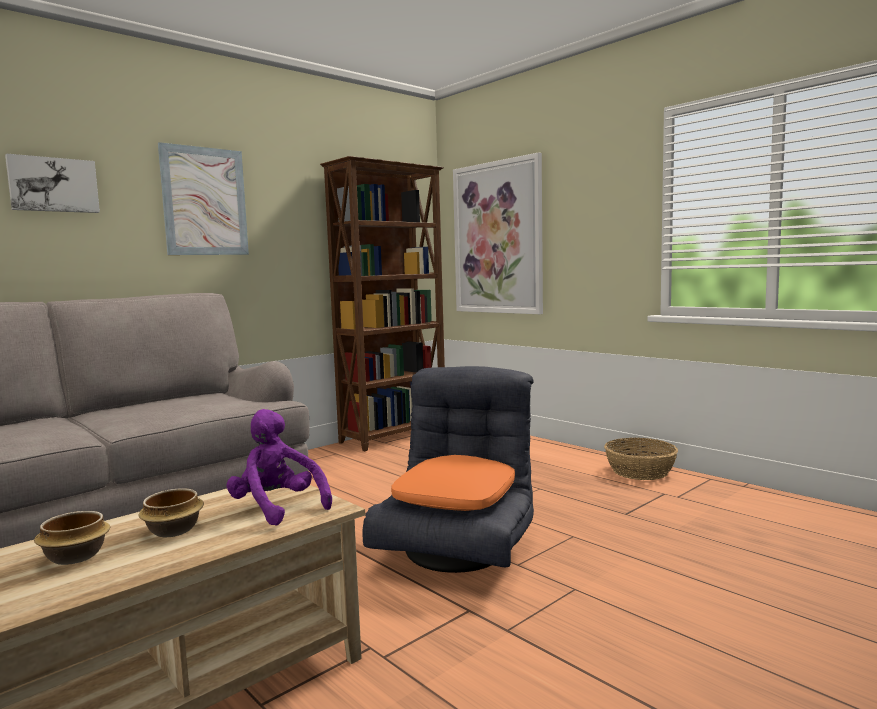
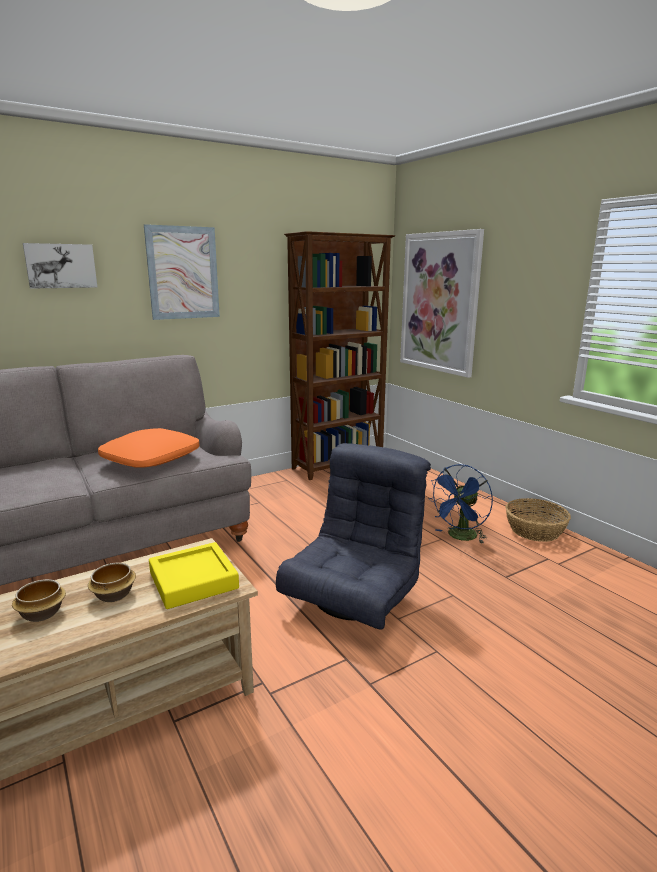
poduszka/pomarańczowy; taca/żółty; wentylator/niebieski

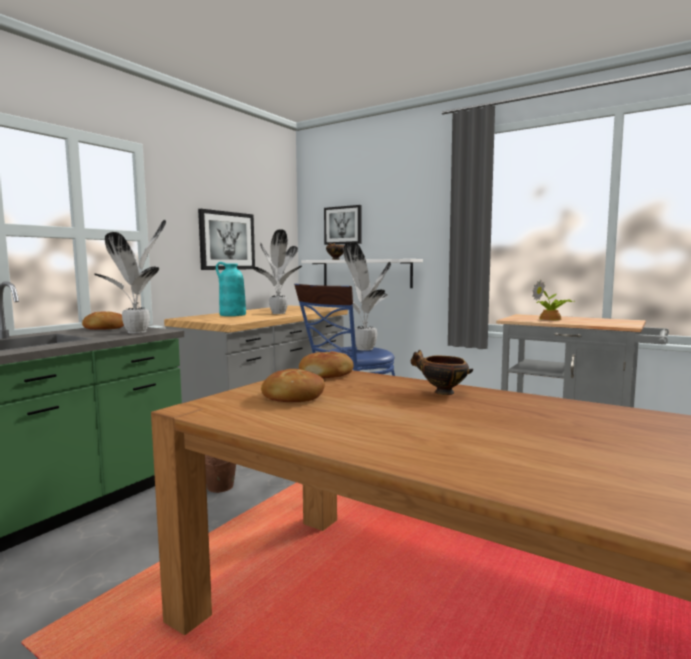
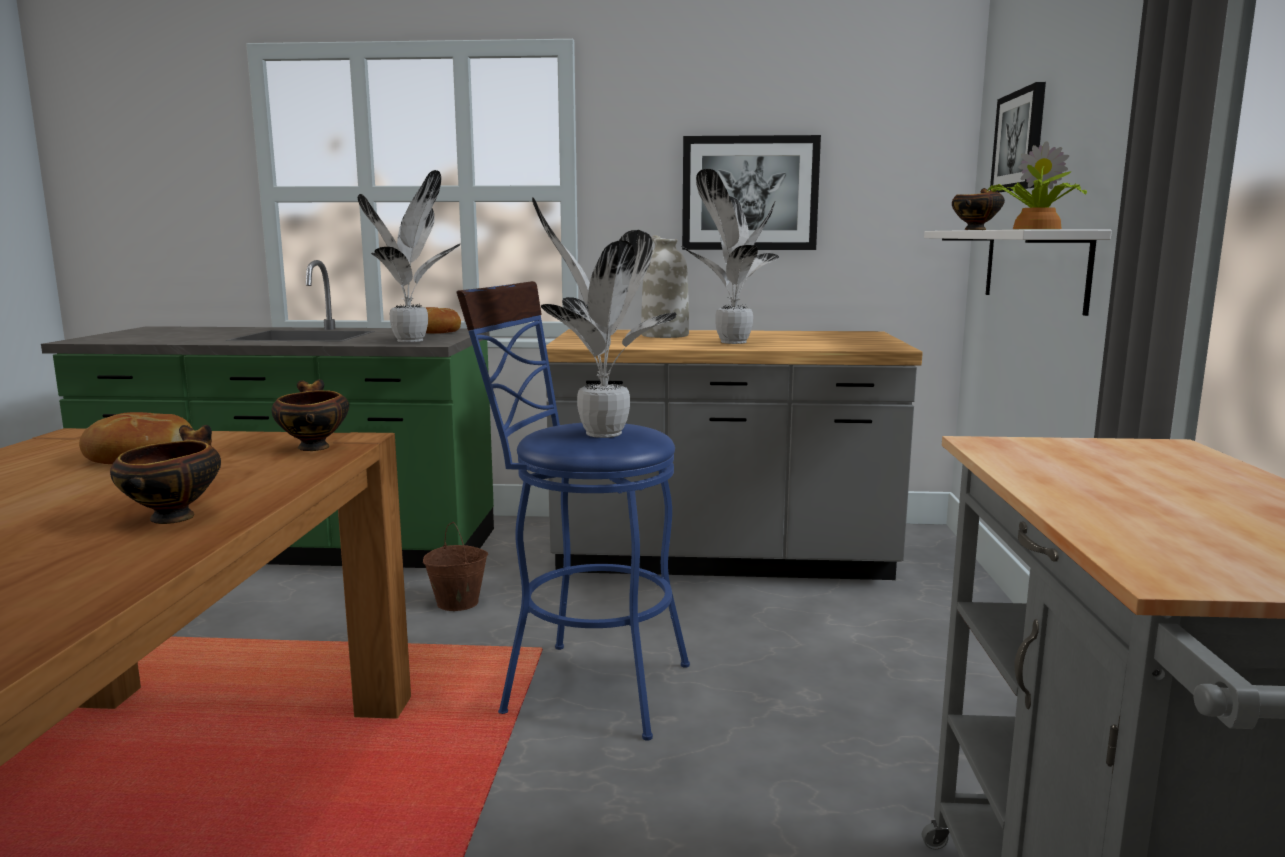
miska (2nd from left); wazon/biały; roślina doniczkowa (4th from left)

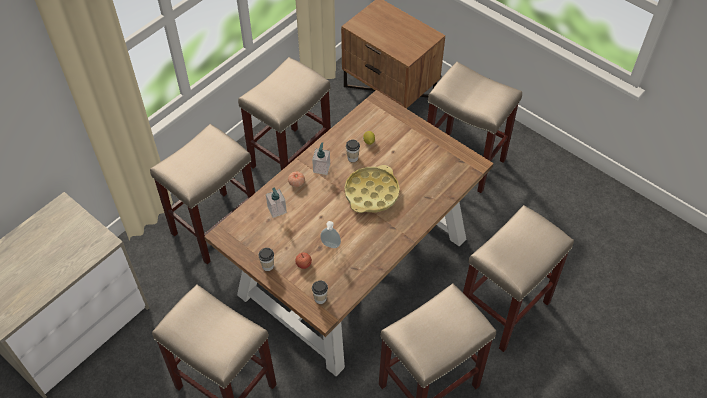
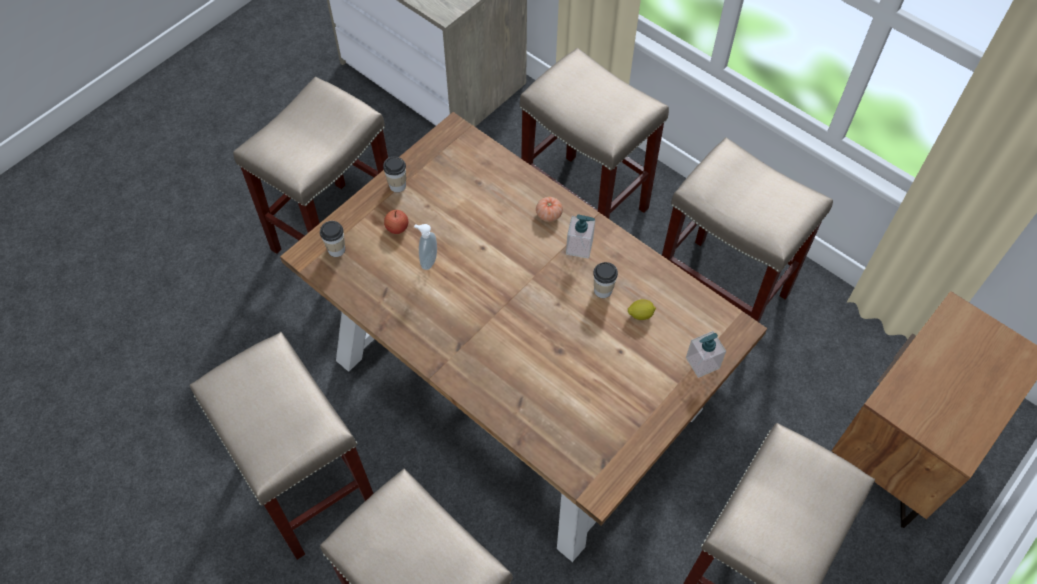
dozownik mydła (3rd from left); taca/żółty

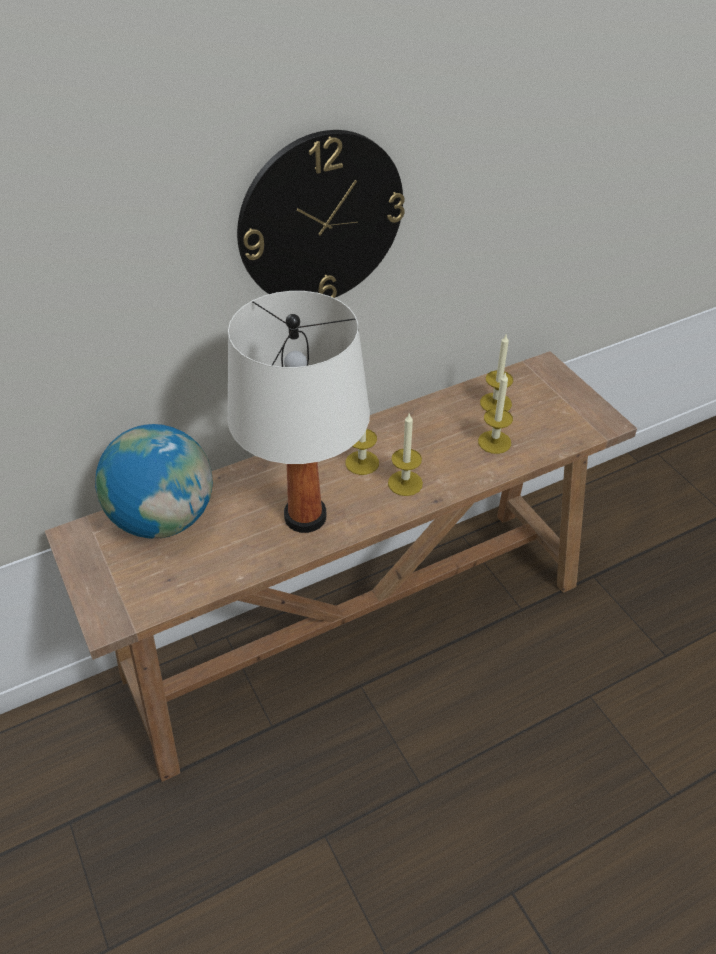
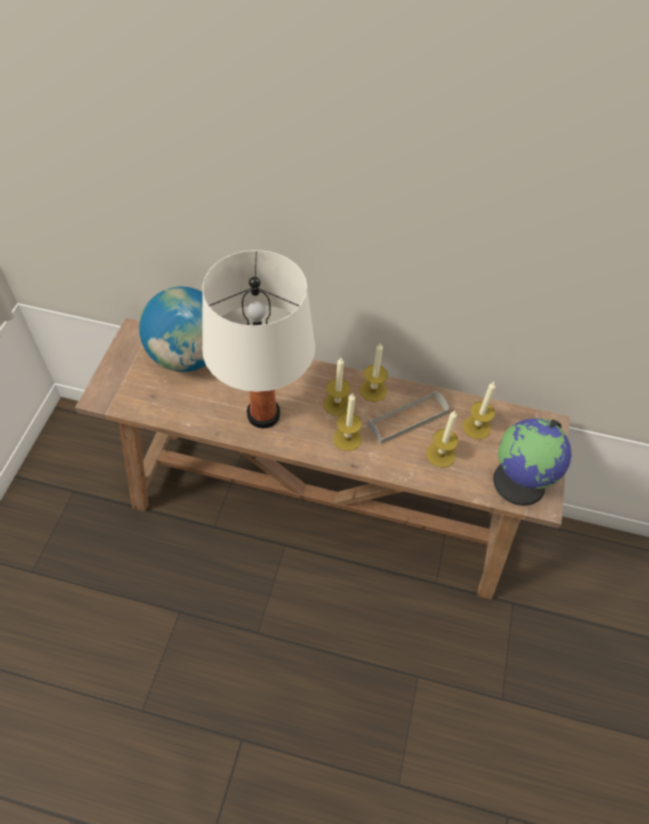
świeca (3rd from left); taca/szary; globus (2nd from left); zegar ścienny

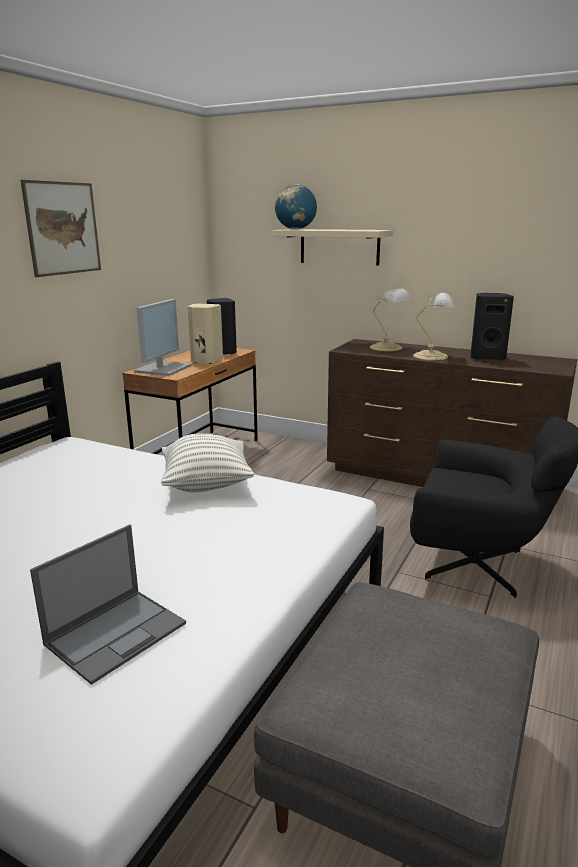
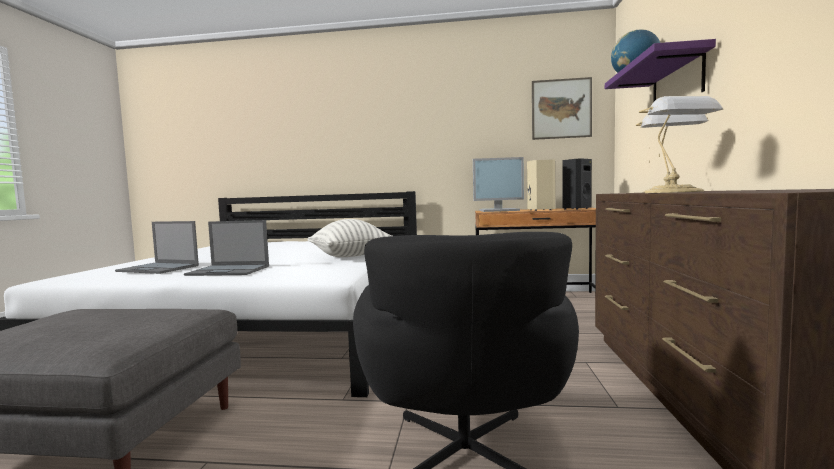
laptop (2nd from left); obraz; półka/fioletowy; głośnik/czarny (2nd from left in the first image)

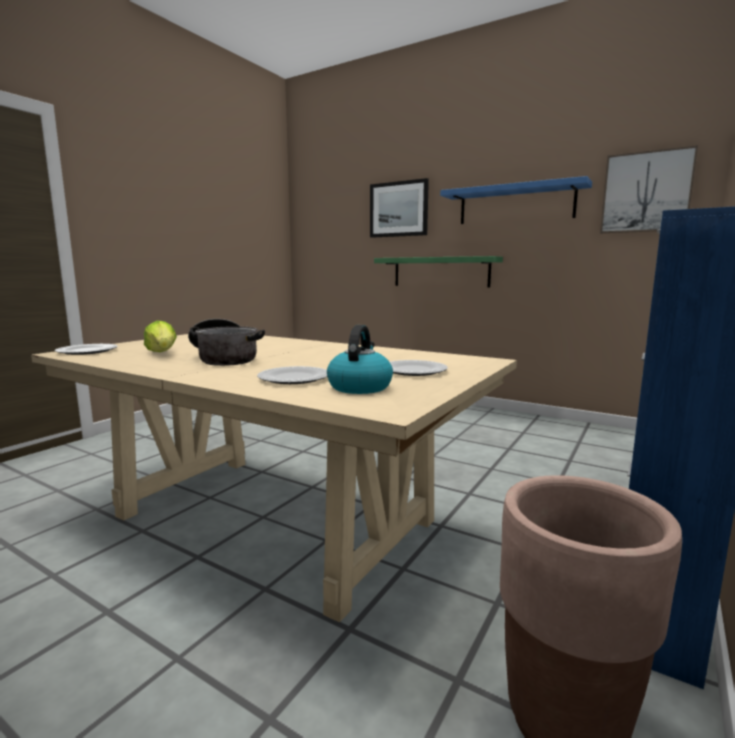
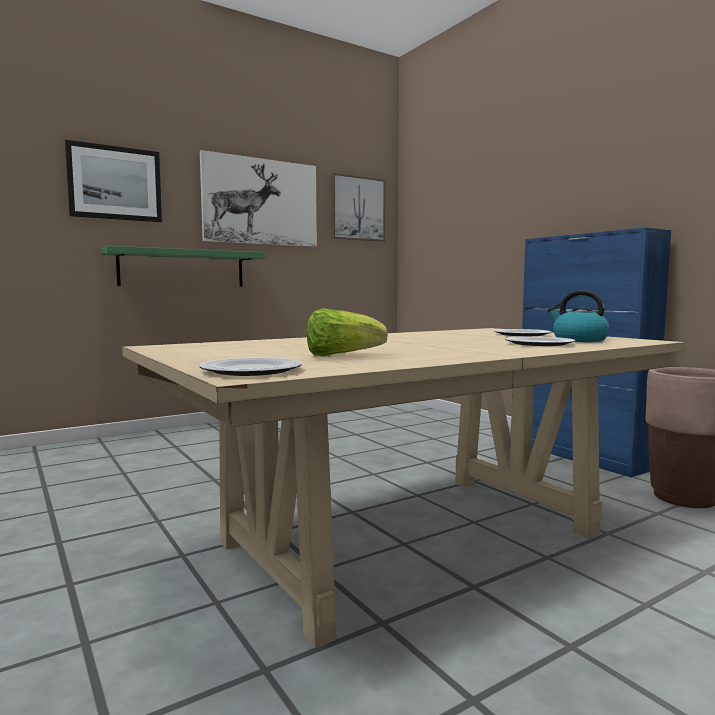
obraz (2nd from left); garnek

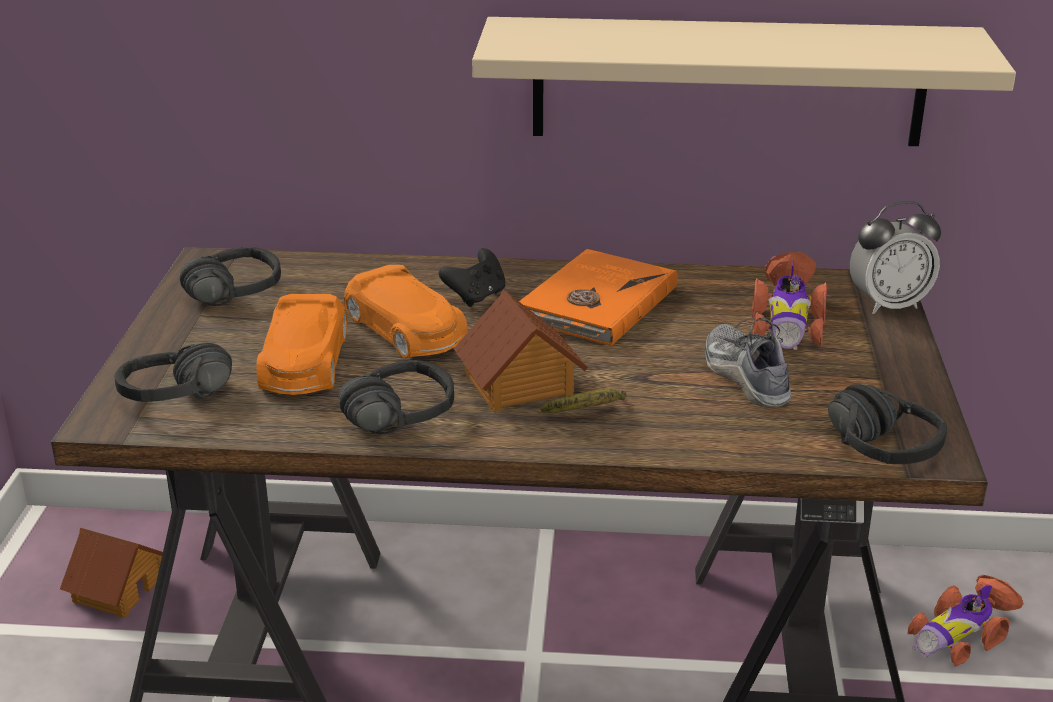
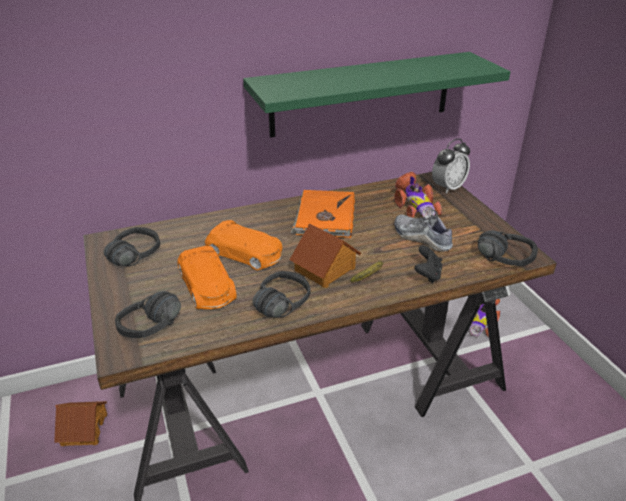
półka/zielony; pad do gier/czarny

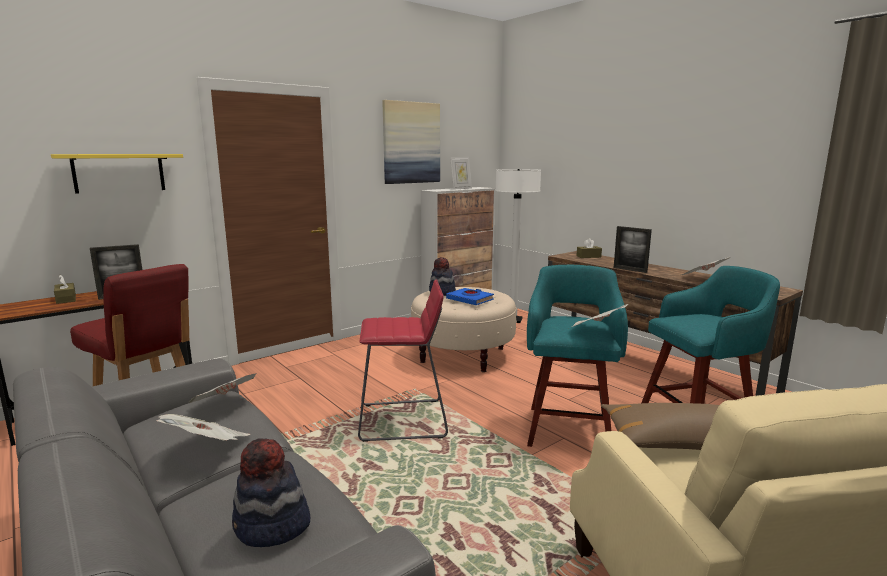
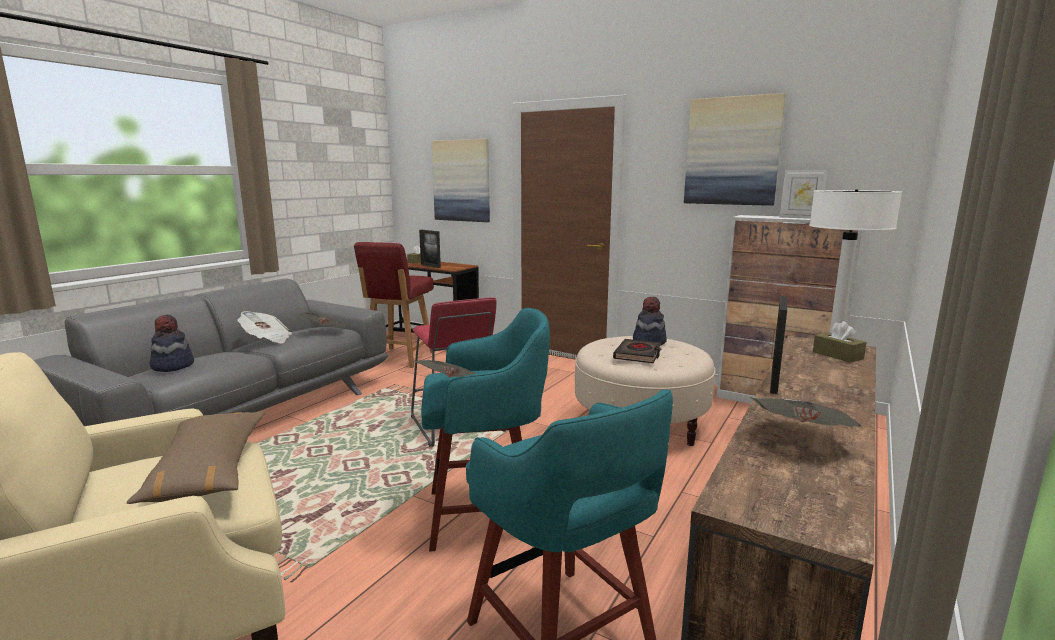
obraz (1st from left); książka/czarny

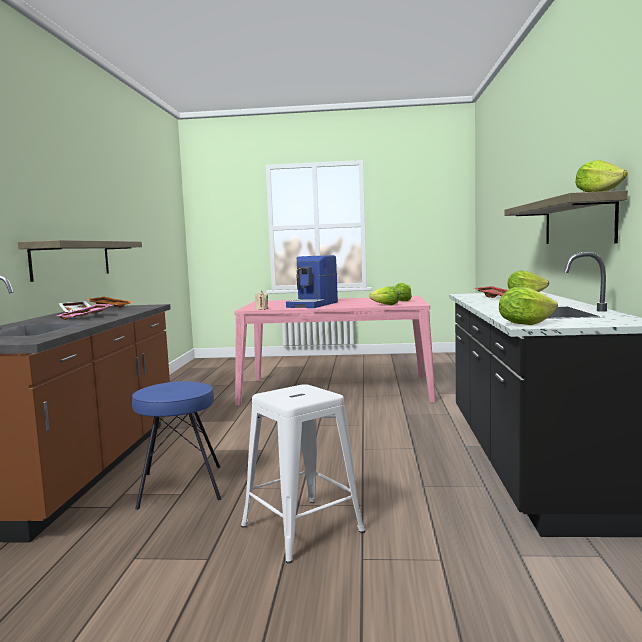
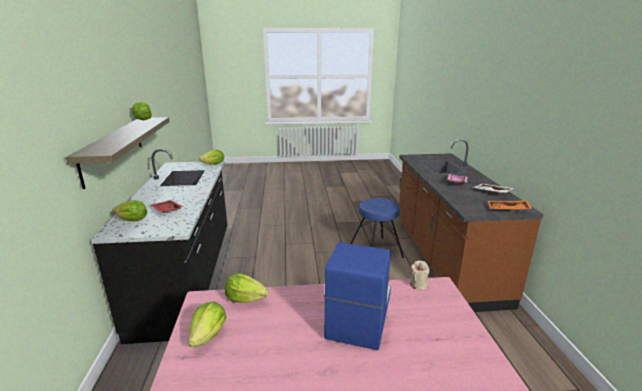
półka (1st from left in the first image); stołek/biały

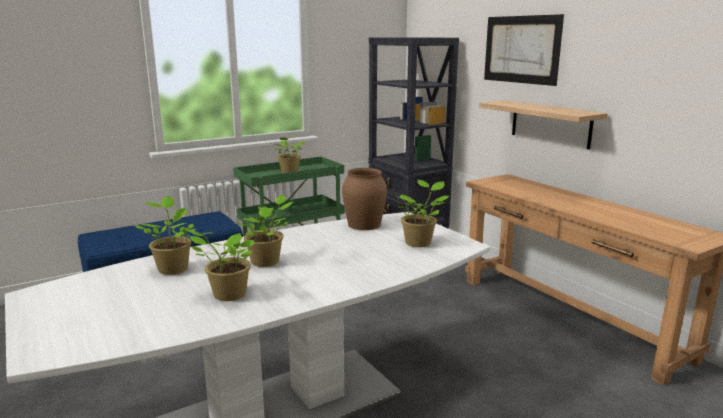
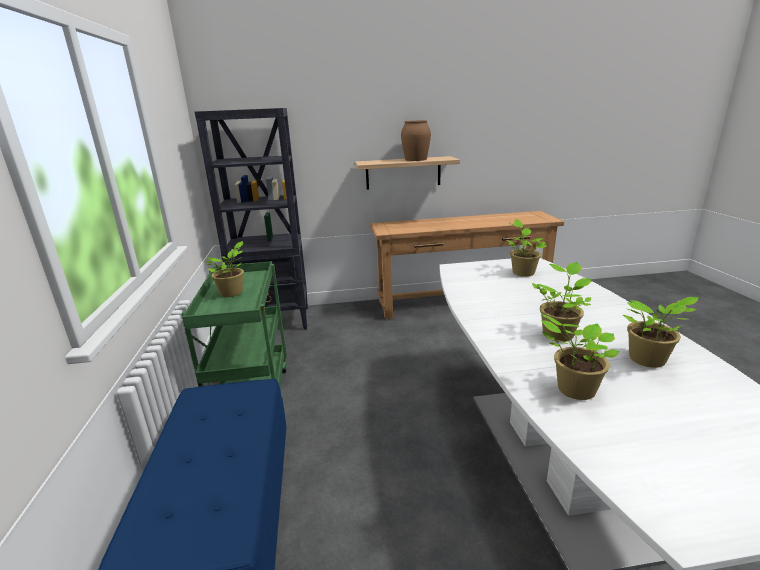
wazon/brązowy; obraz

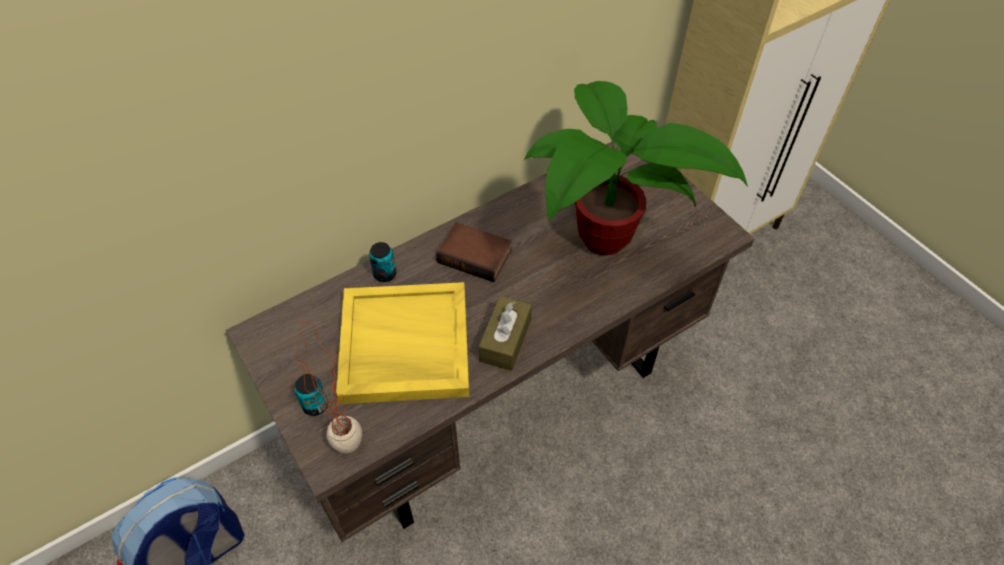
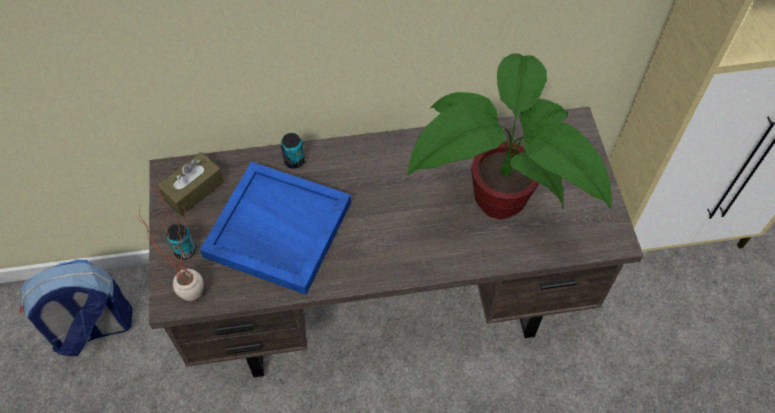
pudełko chusteczek/brązowy; taca/niebieski; książka

